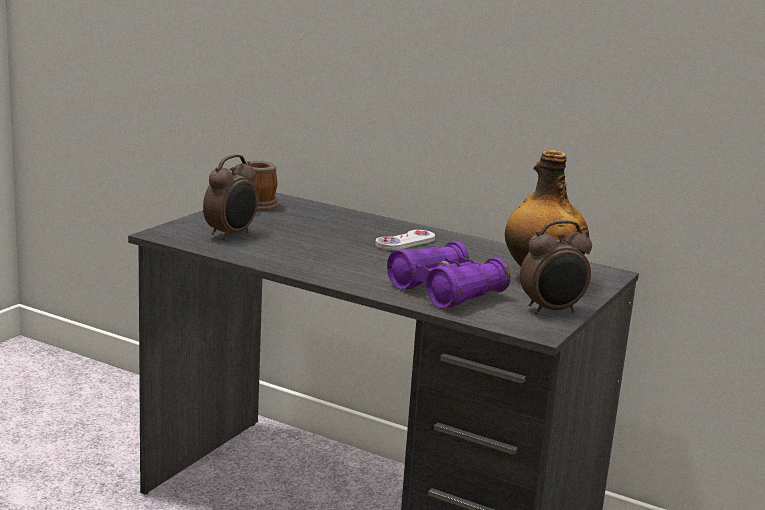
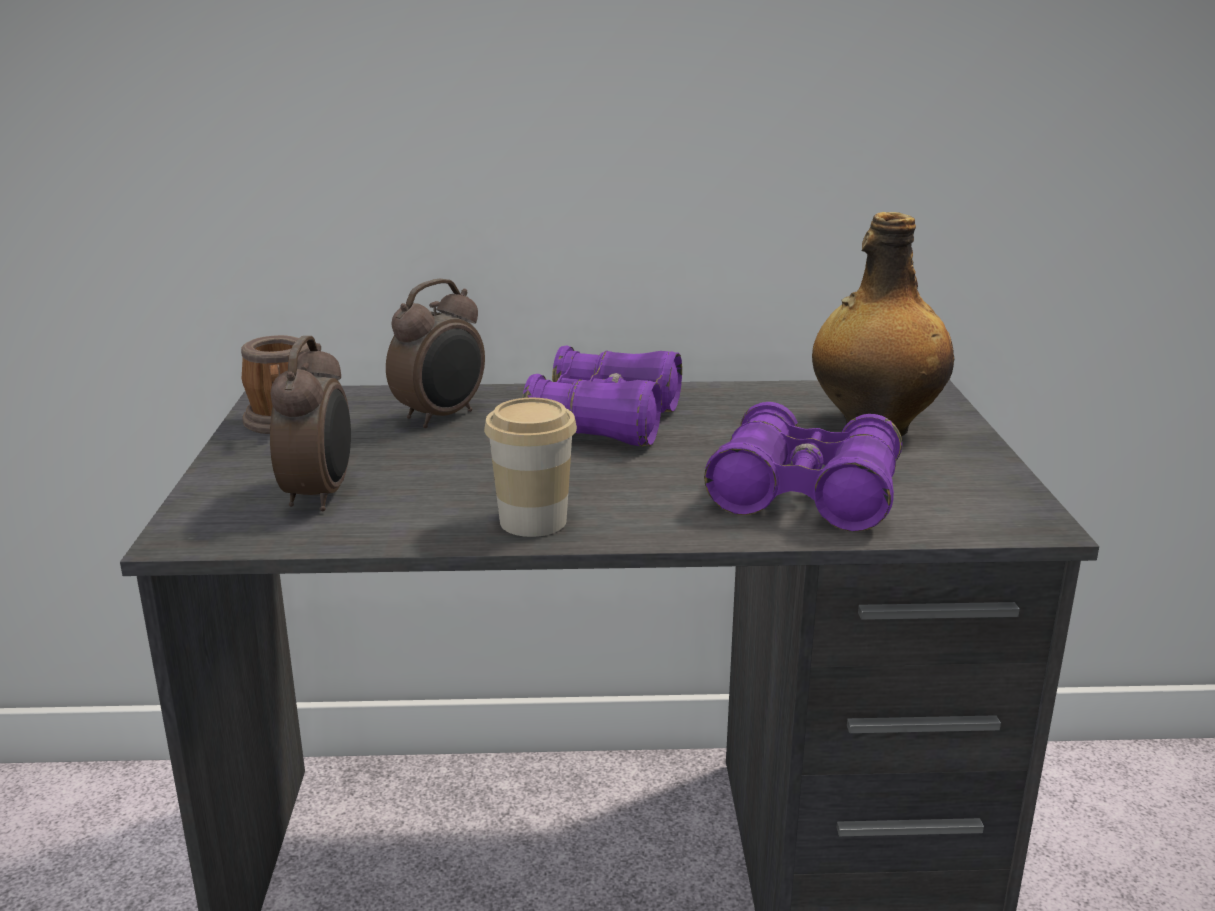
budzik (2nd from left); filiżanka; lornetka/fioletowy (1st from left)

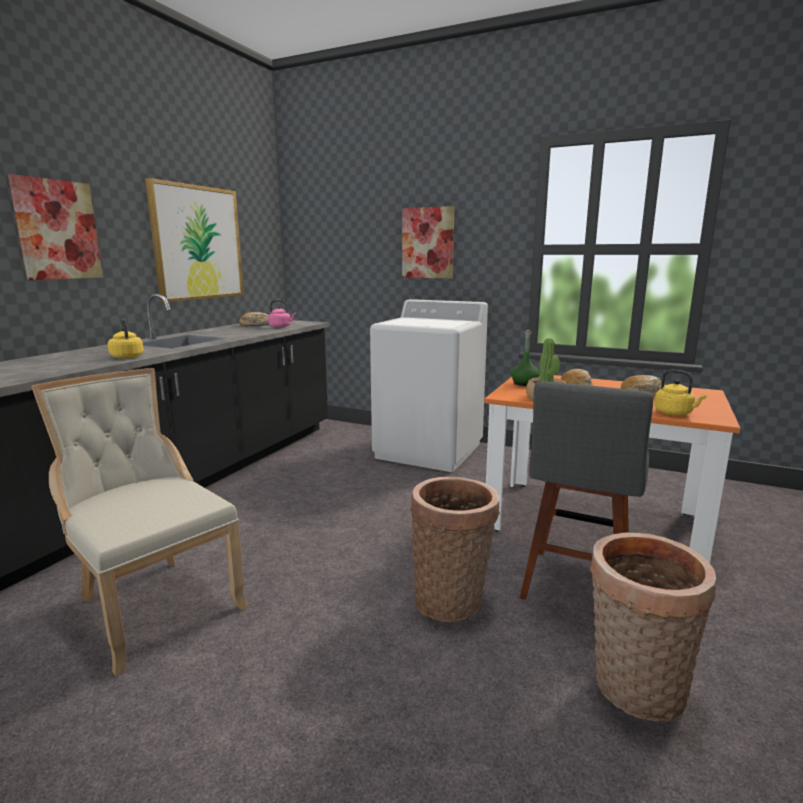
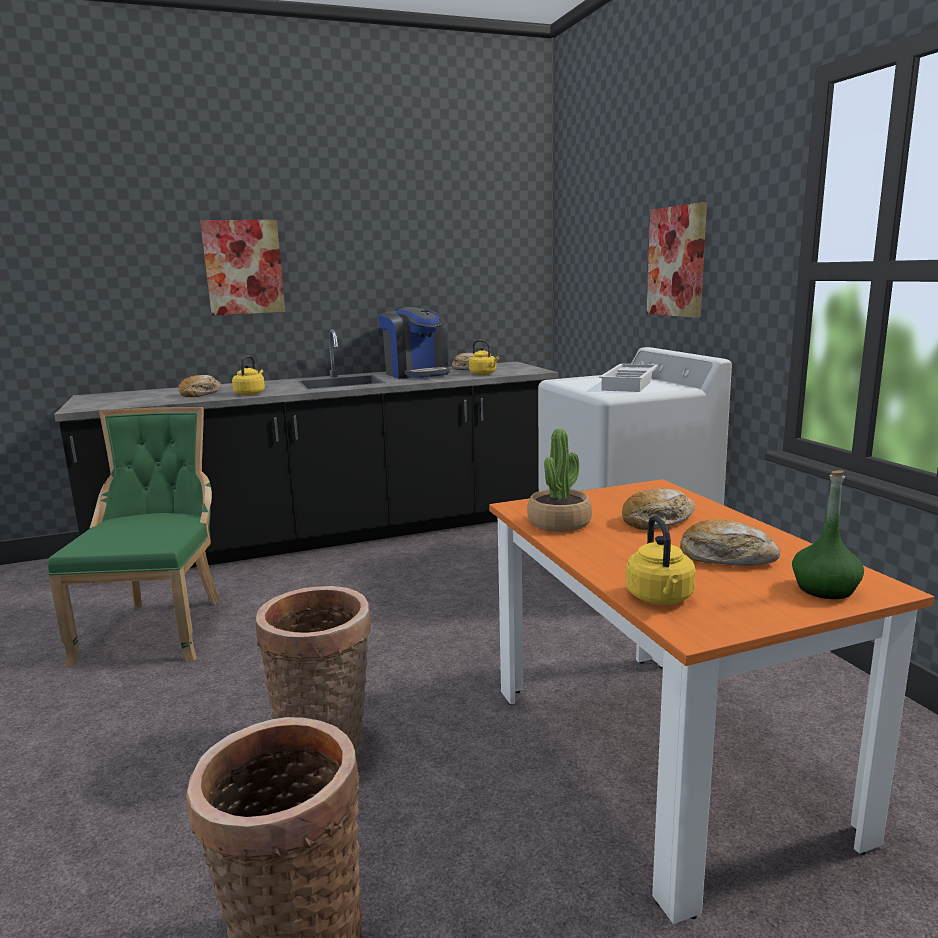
krzesło/zielony; chleb (1st from left); ekspres do kawy; czajnik/żółty (2nd from left); taca/biały; butelka/zielony; obraz (2nd from left in the first image); stołek/szary

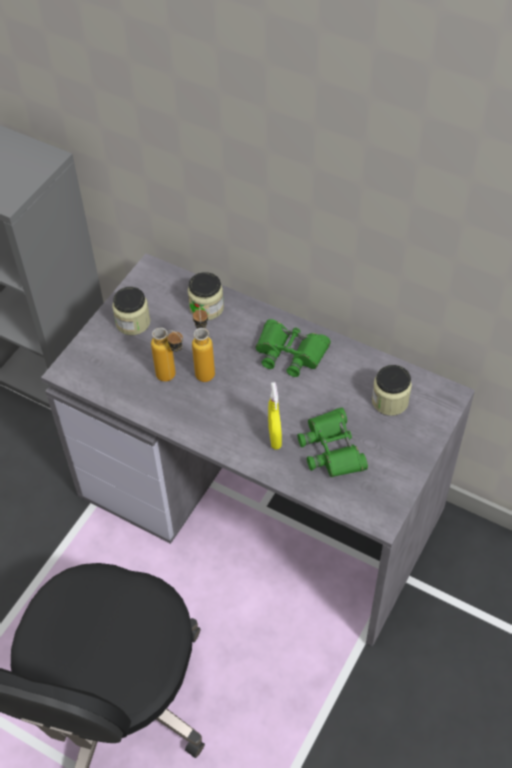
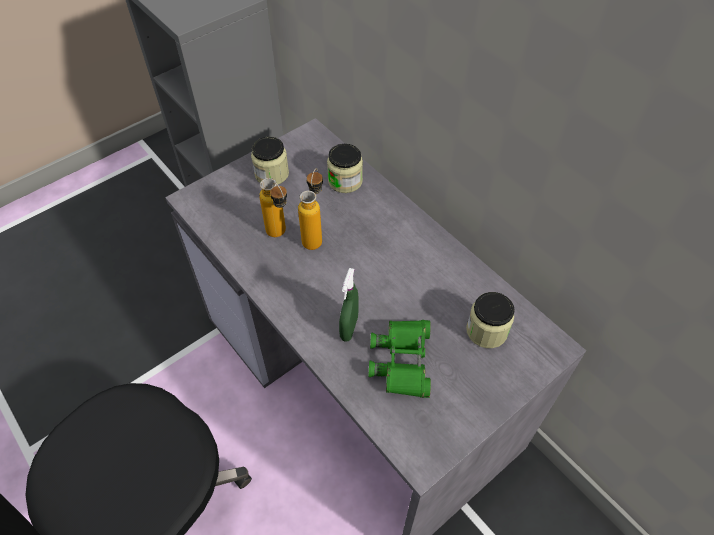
spryskiwacz/zielony; lornetka/zielony (1st from left in the first image)

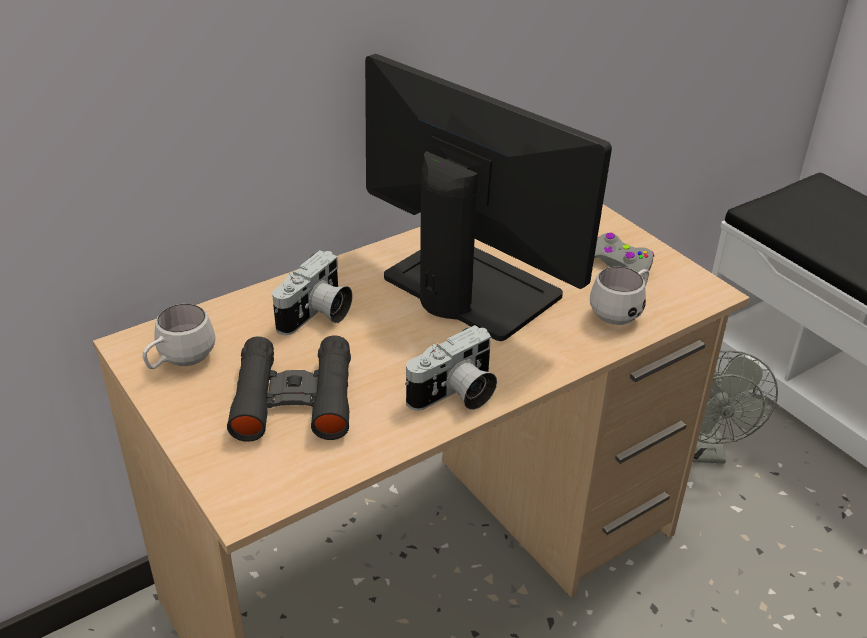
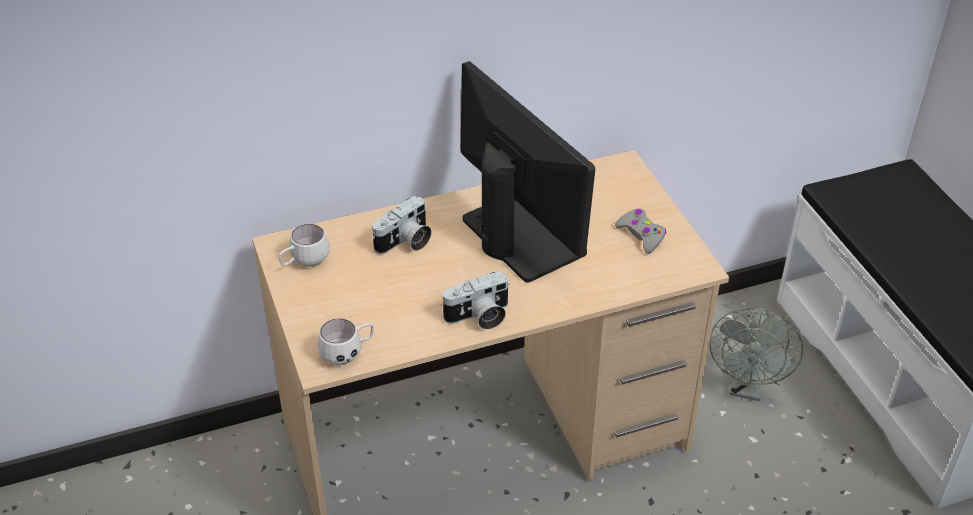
kubek/biały (2nd from left); lornetka/czarny

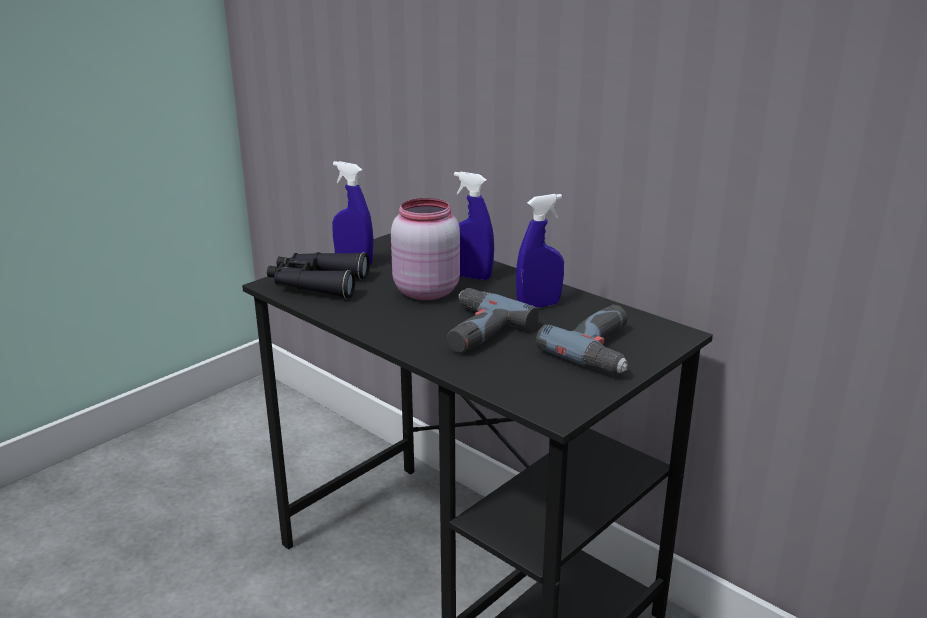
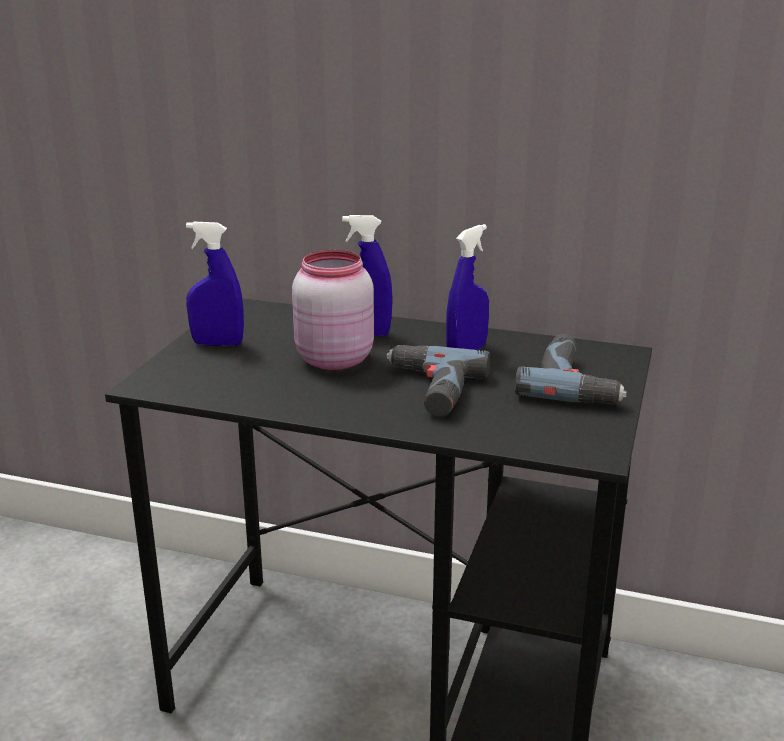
lornetka/czarny

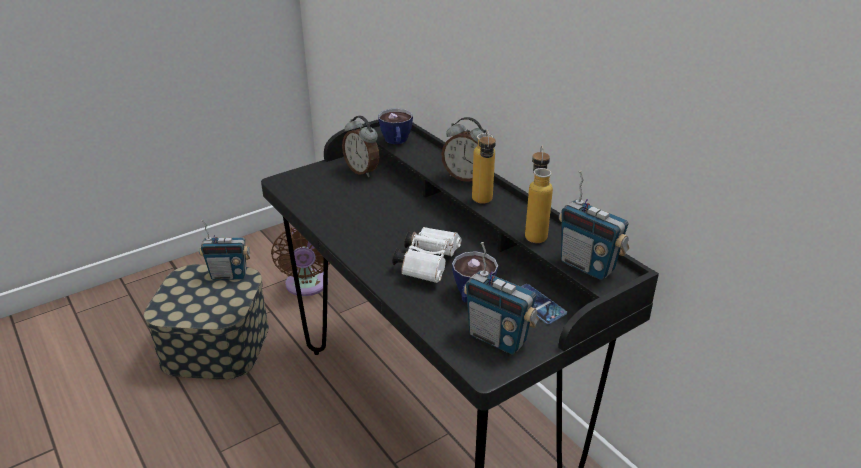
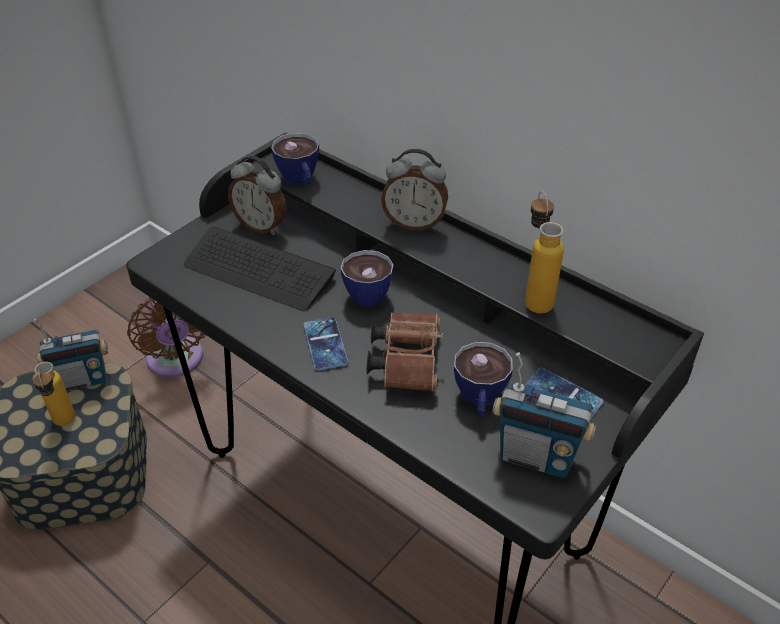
butelka (1st from left); klawiatura; telefon (1st from left); filiżanka (2nd from left); lornetka/brązowy; radio (3rd from left in the first image)

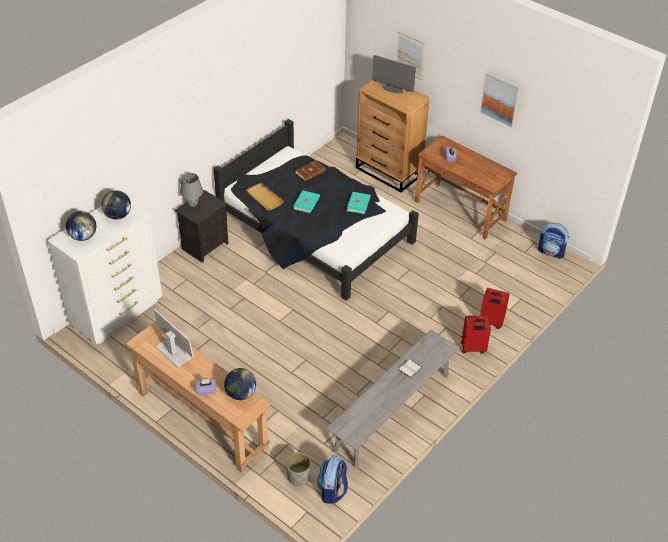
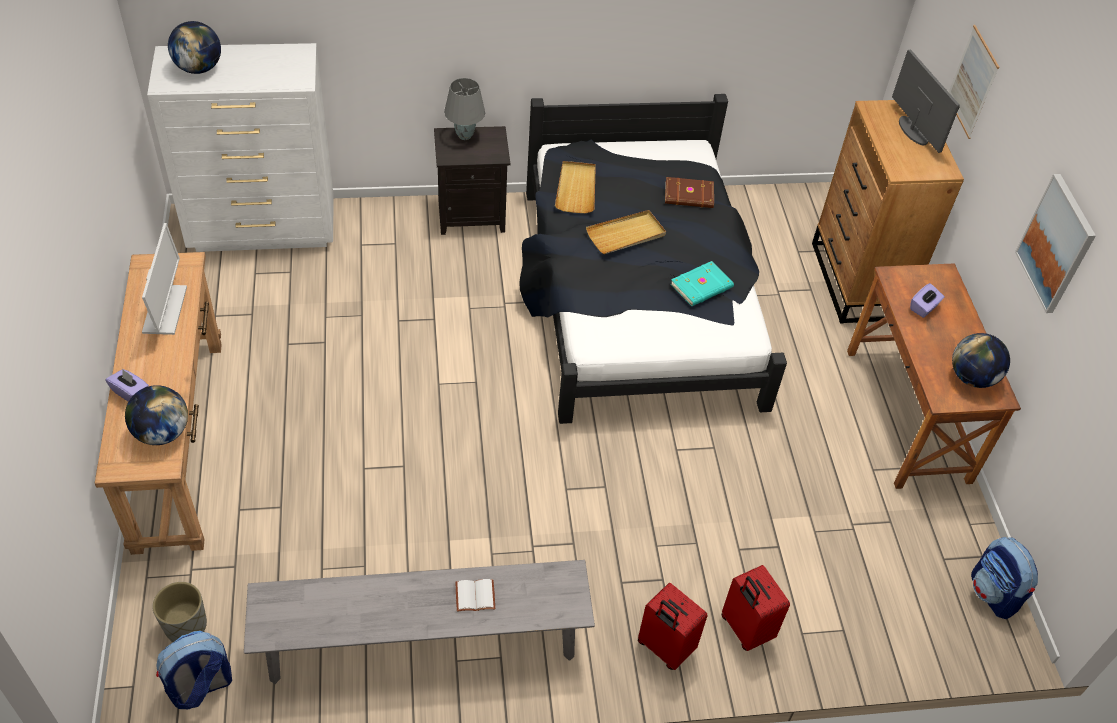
taca/beżowy (2nd from left); globus (3rd from left)

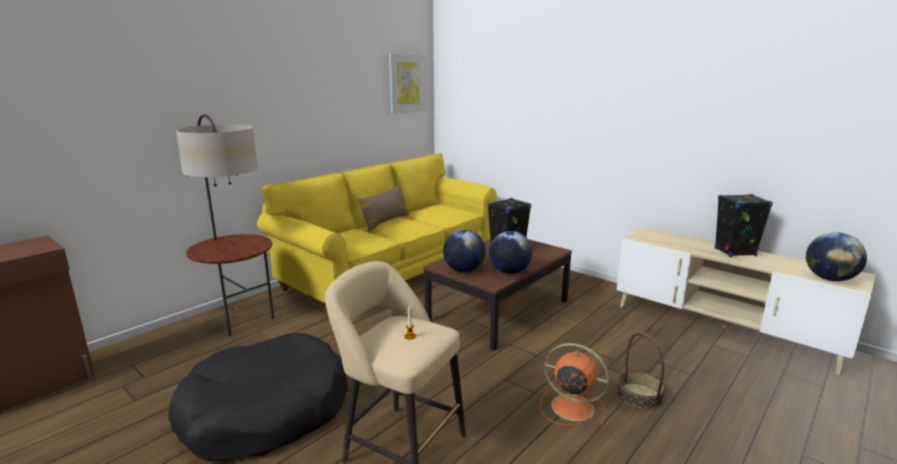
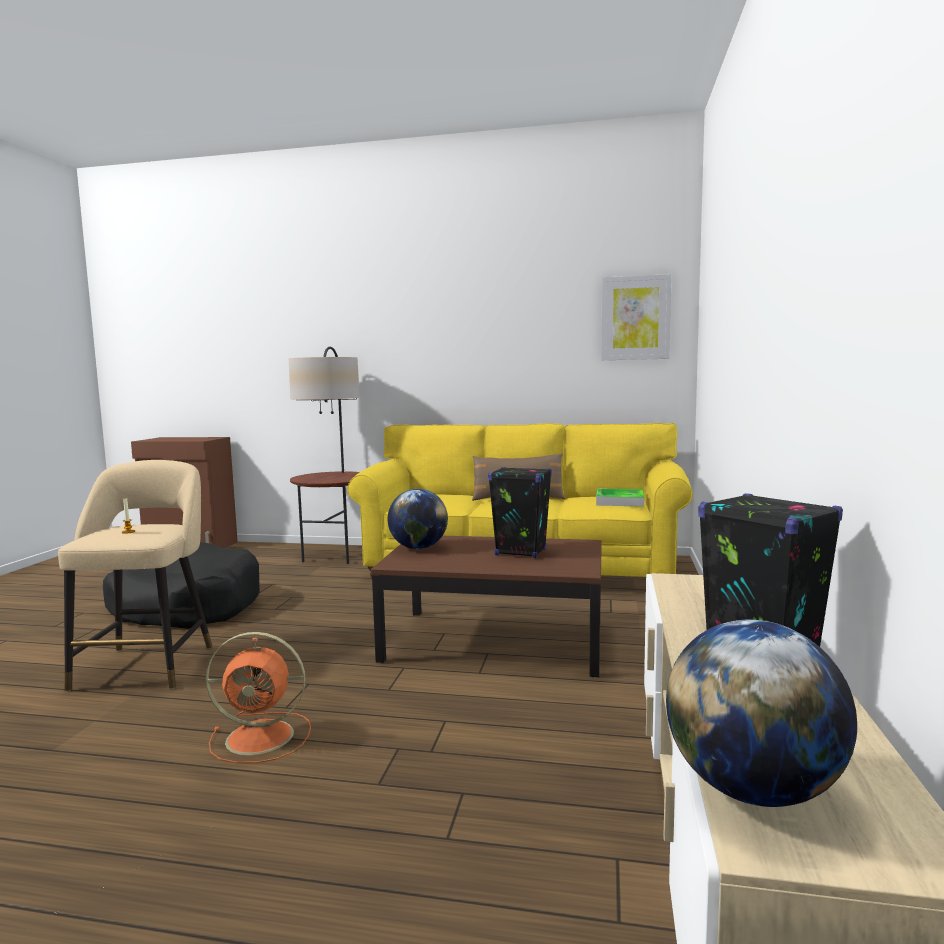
wentylator/pomarańczowy; taca; globus (2nd from left in the first image); koszyk

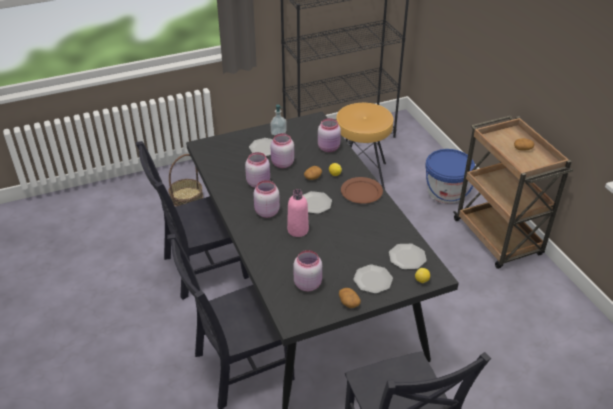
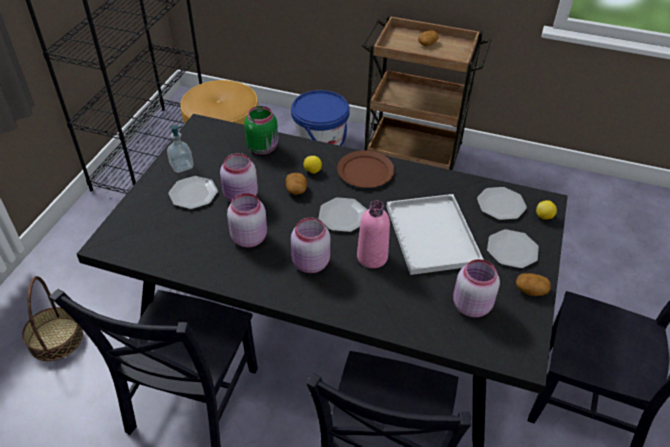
słoik/zielony; taca/biały

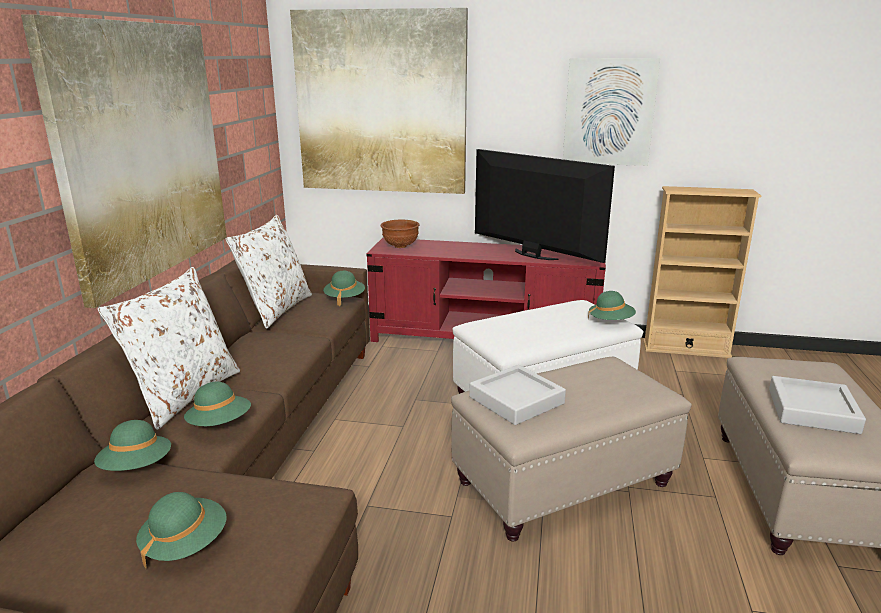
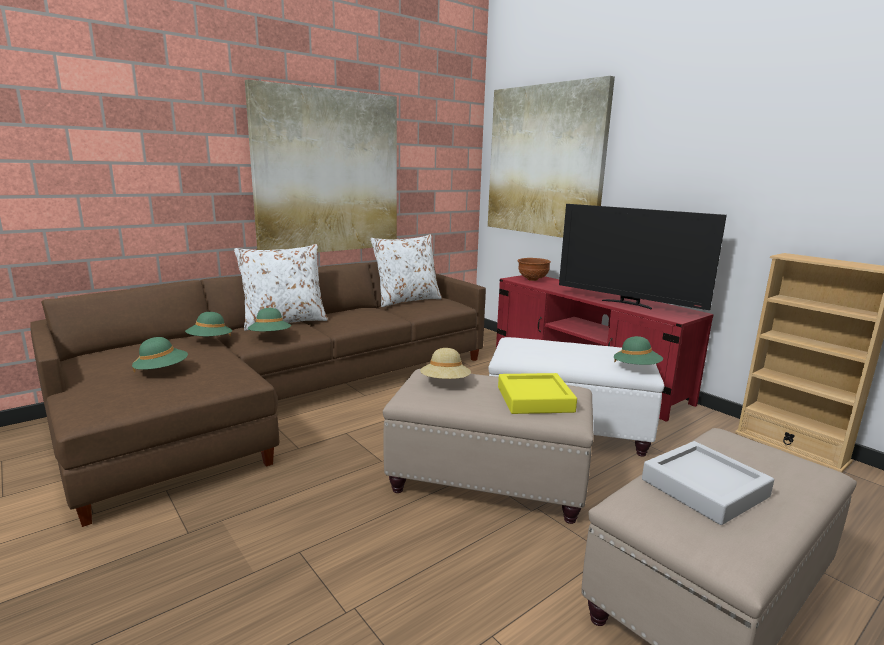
kapelusz/beżowy; taca/żółty; telewizor; kapelusz/zielony (4th from left in the first image); obraz (3rd from left in the first image)

